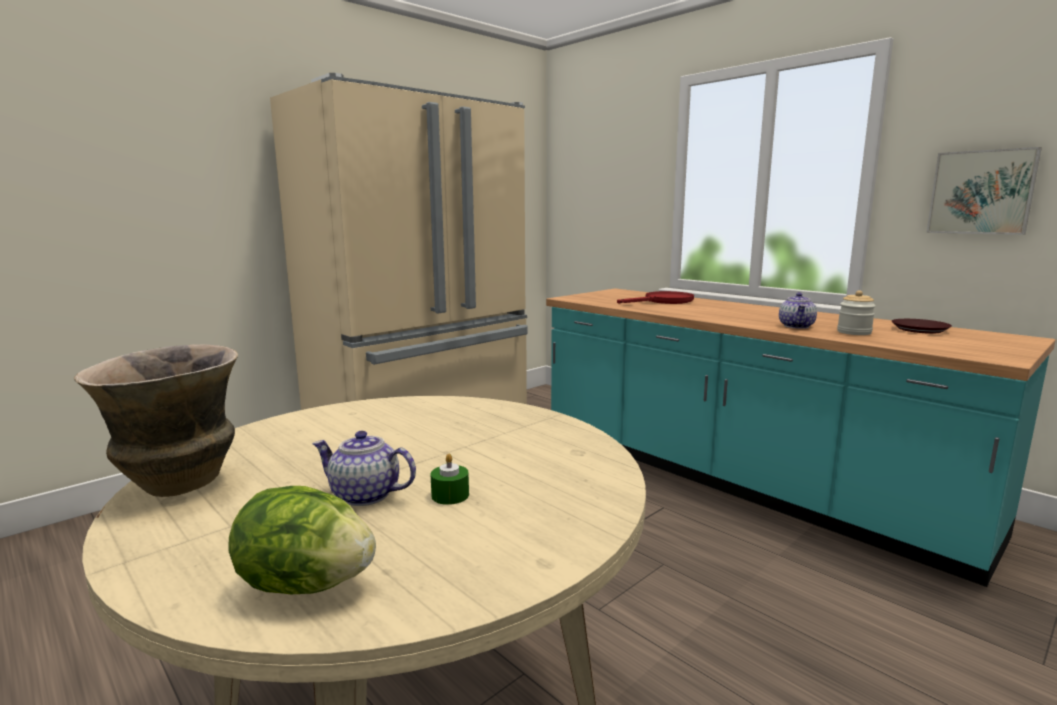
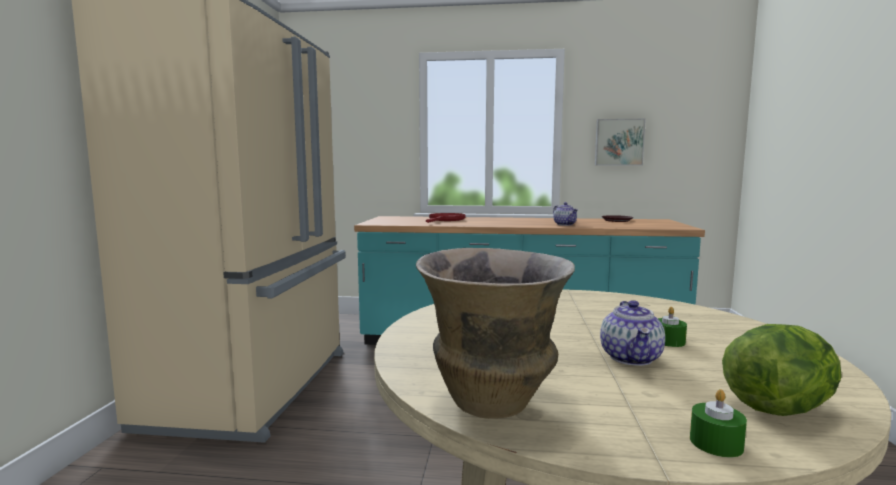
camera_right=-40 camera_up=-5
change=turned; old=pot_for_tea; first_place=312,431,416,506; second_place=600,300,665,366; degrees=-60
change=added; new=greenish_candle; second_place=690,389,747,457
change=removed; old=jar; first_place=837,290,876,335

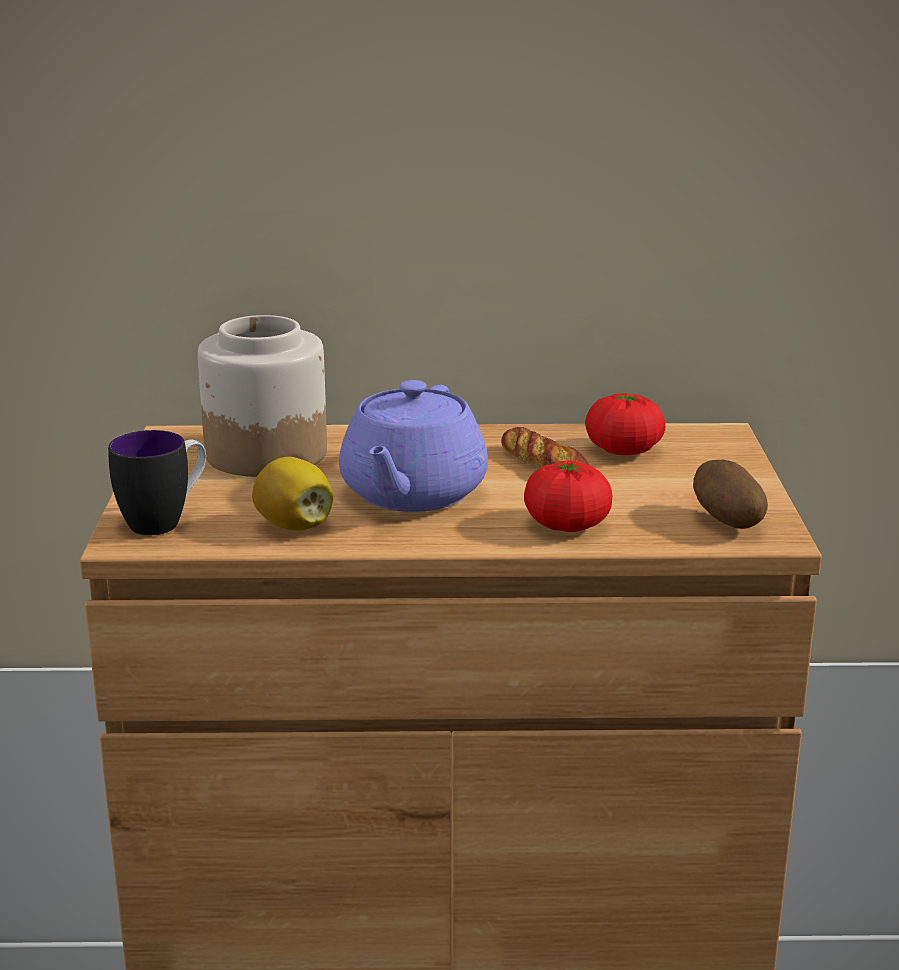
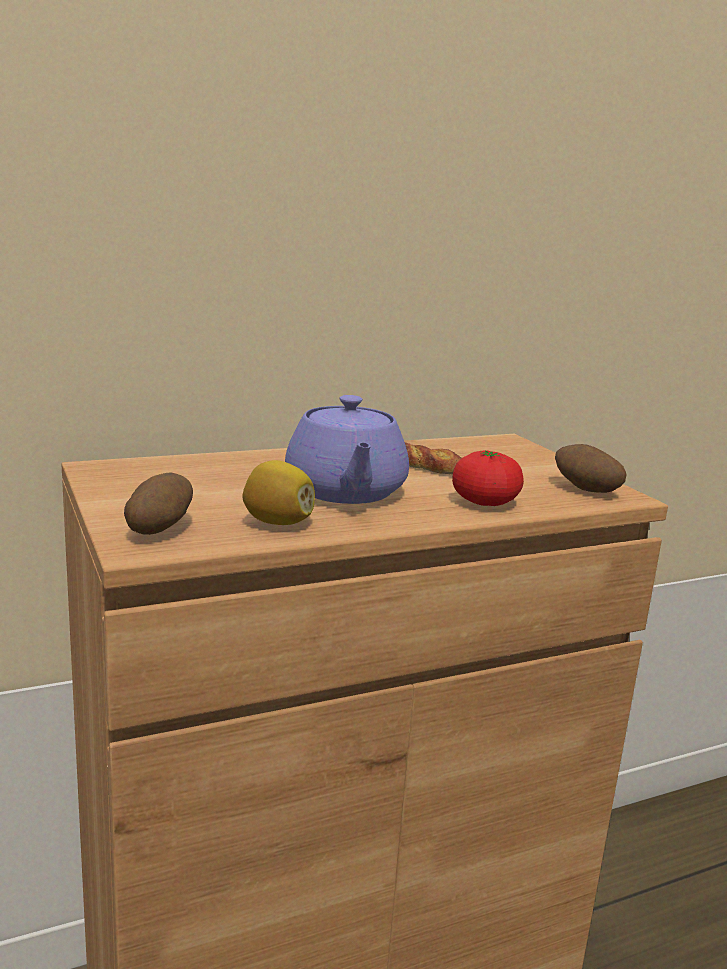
camera_right=-25 camera_up=-5
change=replaced; old=tea_mug; new=whole_potato; first_place=108,430,206,535; second_place=124,472,193,535
change=removed; old=jar; first_place=198,315,327,477
change=removed; old=tomato; first_place=585,393,666,455

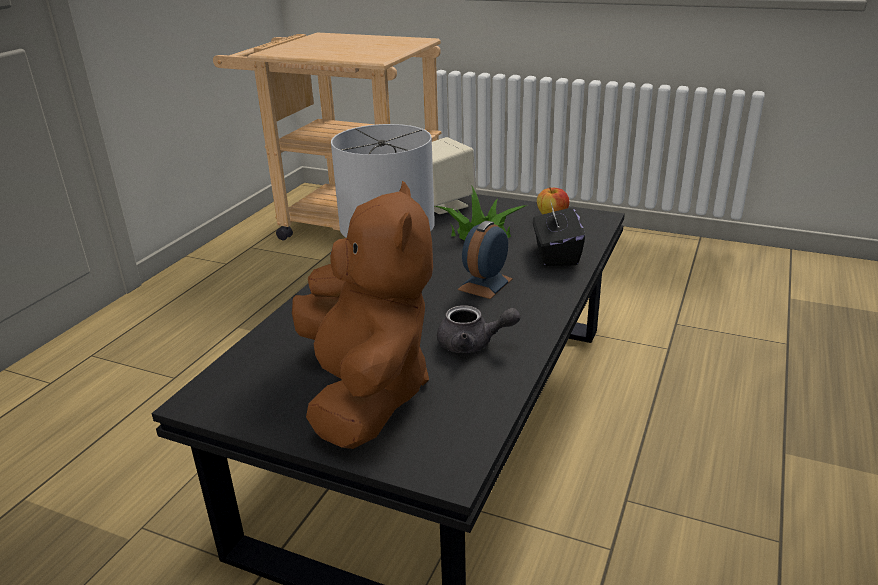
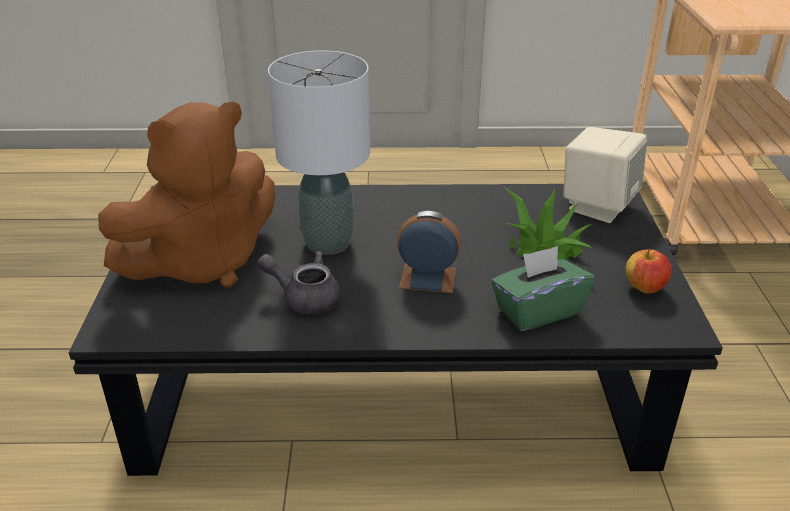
camera_right=65 camera_up=5
change=turned; old=gray_pot_for_tea; first_place=437,305,520,353; second_place=257,251,341,314; degrees=120
change=recoloured; old=blackish_tissue_box; new=greenish_tissue_box; first_place=533,200,585,266; second_place=491,246,595,331

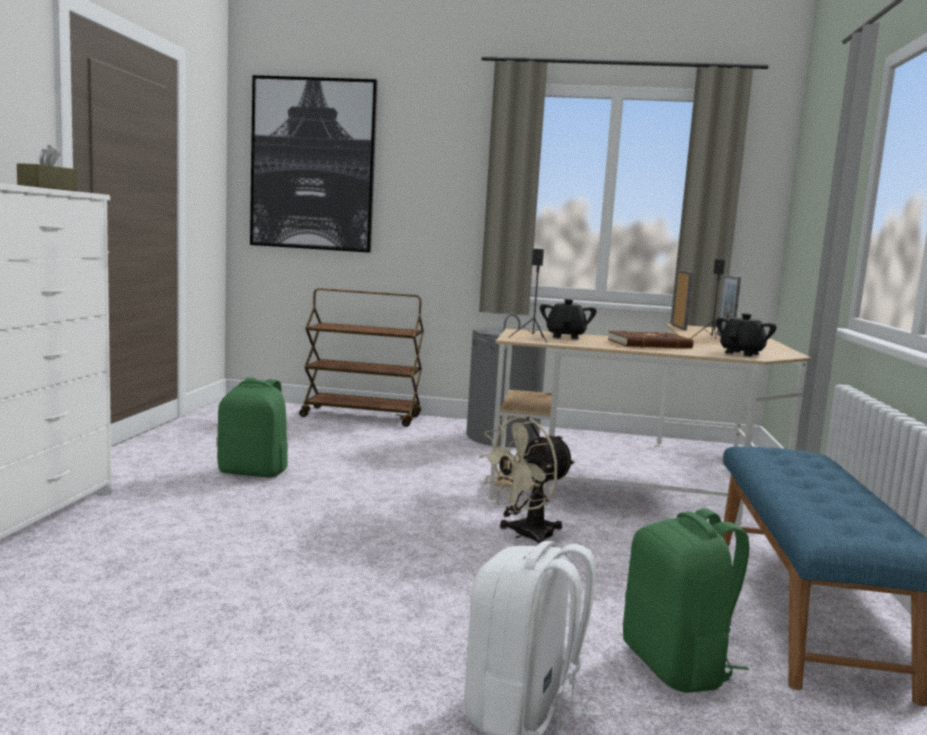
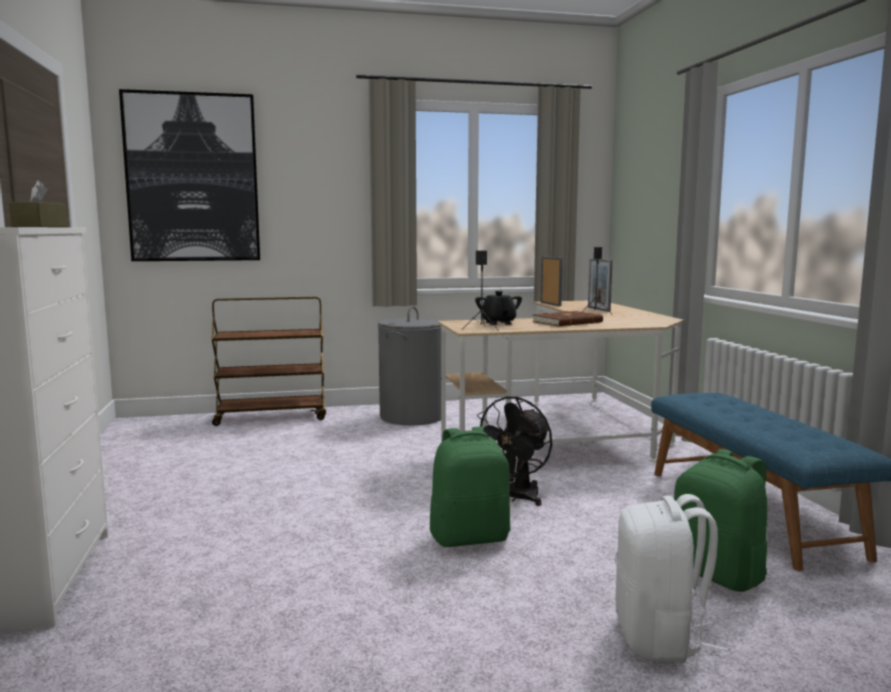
camera_right=-20 camera_up=0
change=moved; old=greenish_backpack; first_place=216,377,288,478; second_place=430,427,510,547
change=recoloured; old=beige_fan; new=blackish_fan; first_place=479,416,575,544; second_place=477,396,552,506
change=removed; old=blackish_pot_for_tea; first_place=716,313,777,356

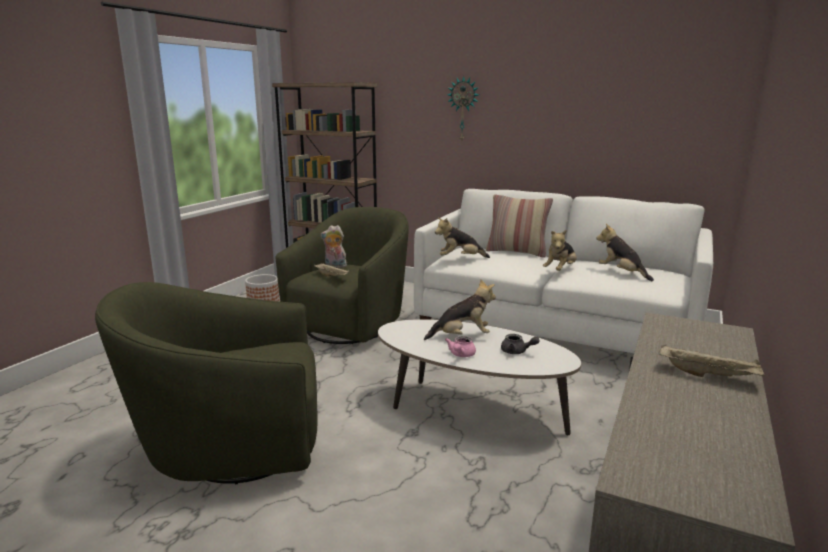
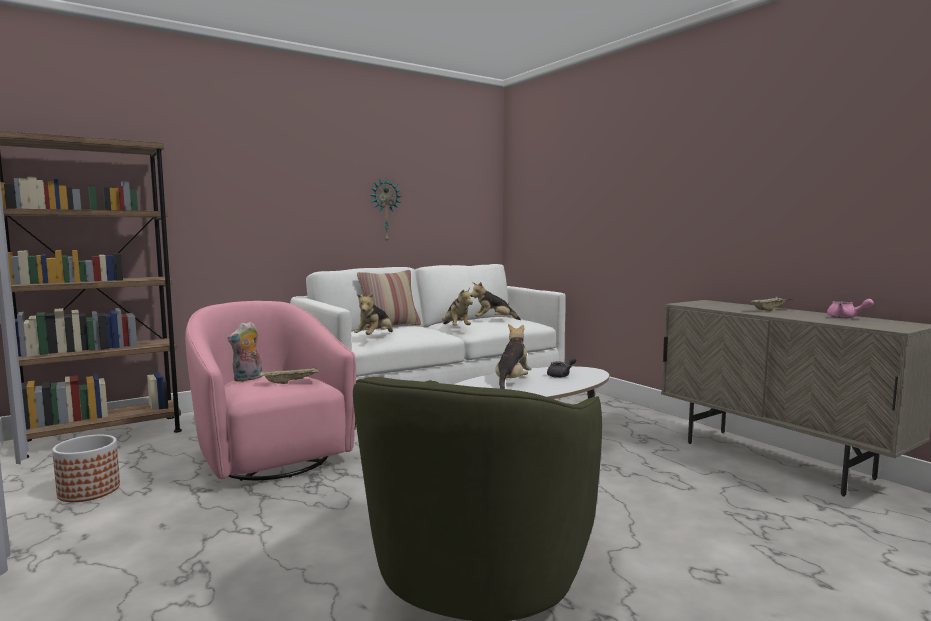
camera_right=-60 camera_up=-10
change=recoloured; old=greenish_easy_chair; new=pink-coloured_easy_chair; first_place=276,207,409,344; second_place=185,301,356,481
change=moved; old=hanging_clock; first_place=447,76,479,141; second_place=370,178,402,241
change=moved; old=pink-coloured_pot_for_tea; first_place=445,336,476,357; second_place=827,299,874,318

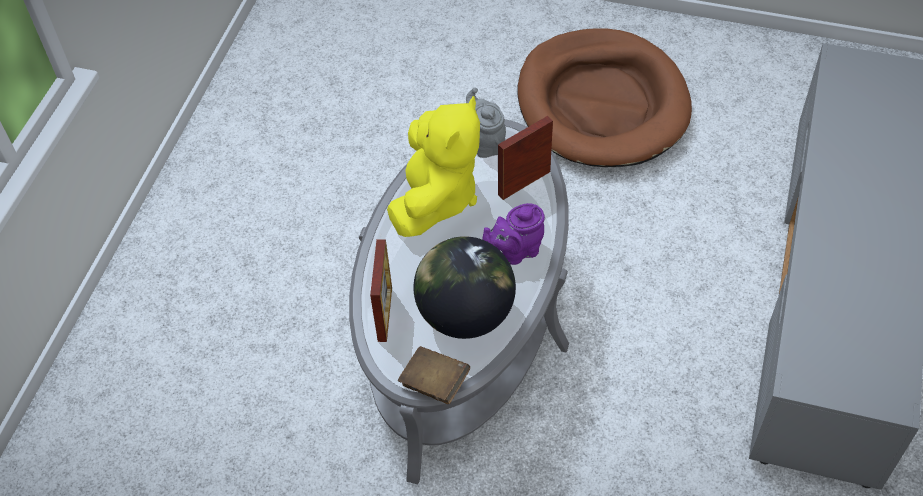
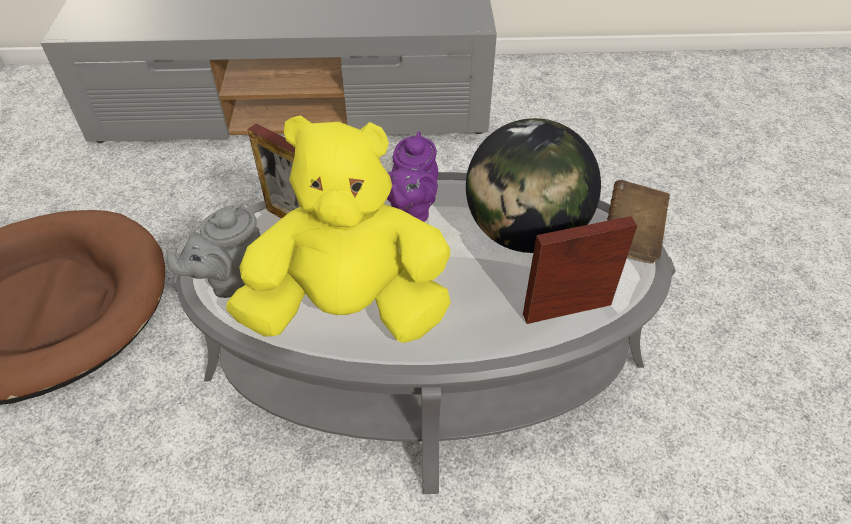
camera_right=-110 camera_up=-5
change=turned; old=purplish_pot_for_tea; first_place=482,203,545,265; second_place=387,132,438,222; degrees=60

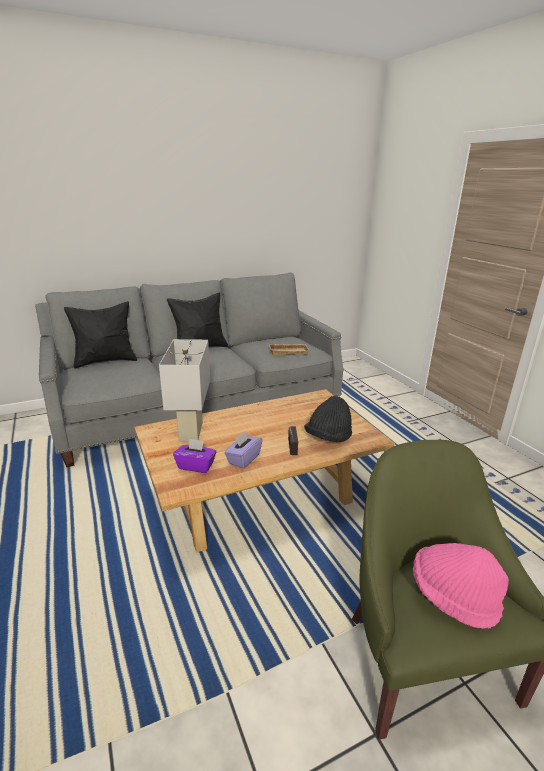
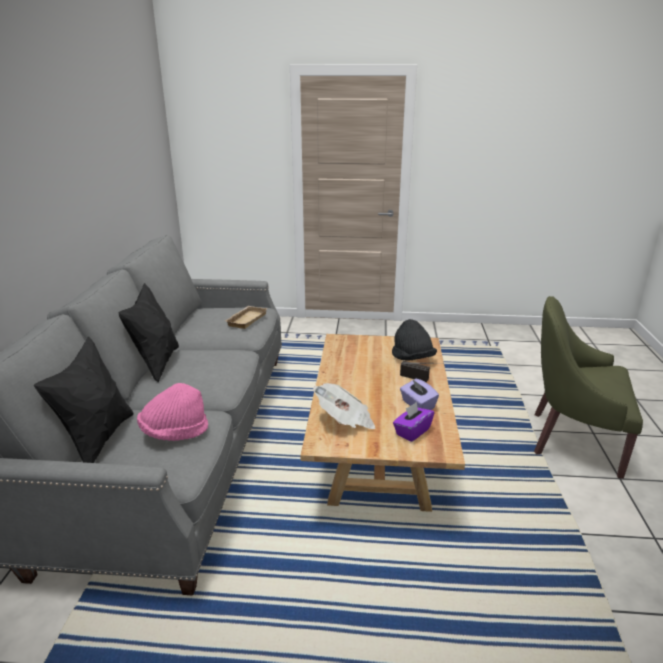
camera_right=-60 camera_up=0
change=moved; old=pink-coloured_wearable_hat; first_place=413,543,509,629; second_place=137,383,208,441
change=replaced; old=white-coloured_lamp_for_a_table; new=newspaper; first_place=159,339,210,441; second_place=313,383,375,429

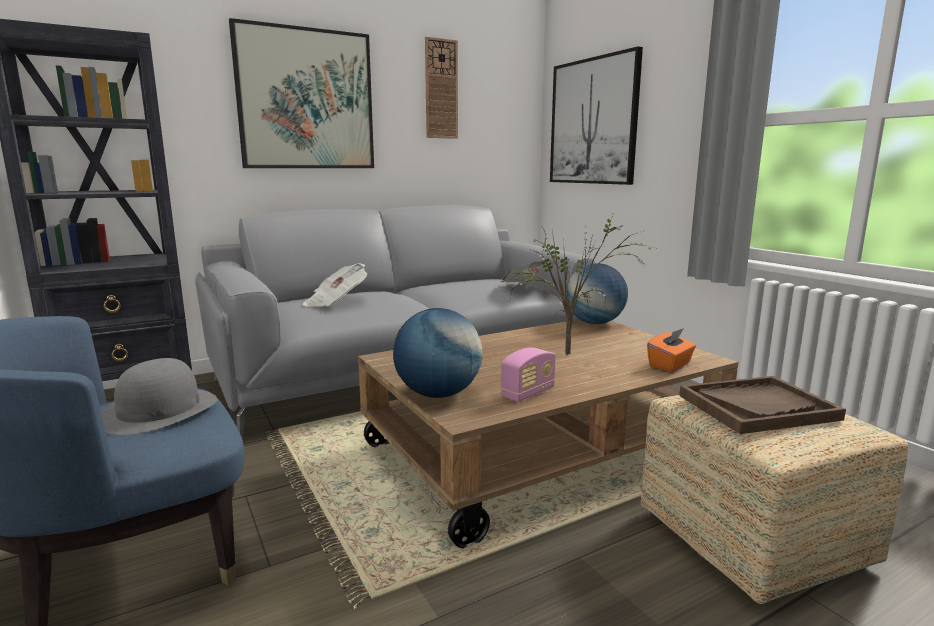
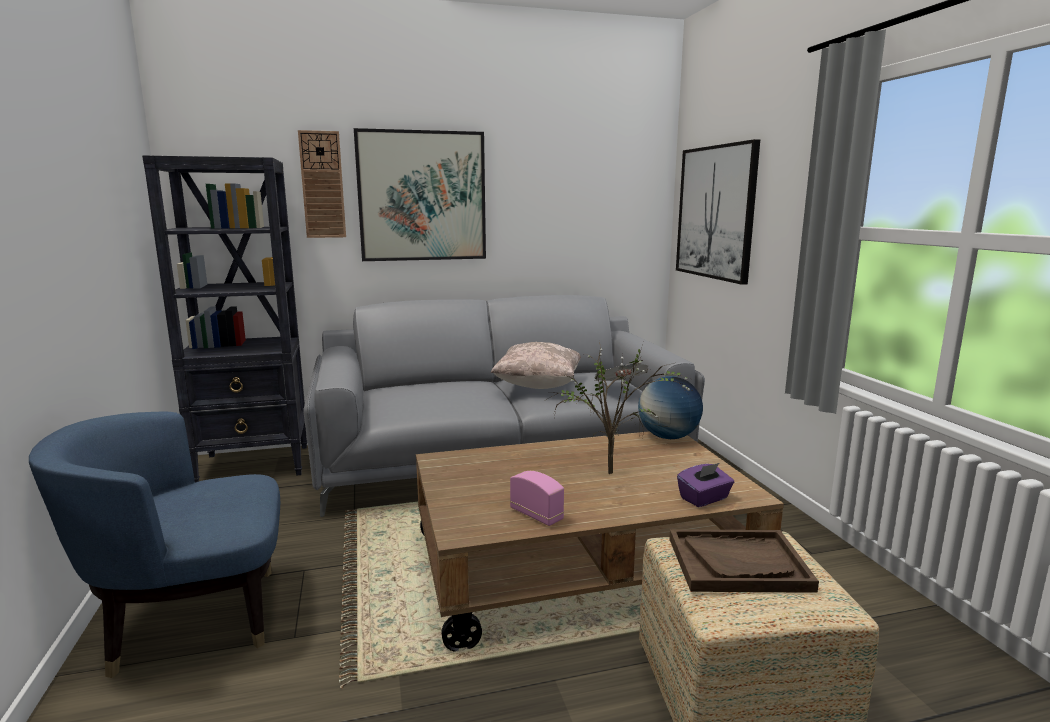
camera_right=15 camera_up=0
change=moved; old=hanging_clock; first_place=425,37,458,139; second_place=298,130,346,238
change=added; new=beige_cushion; second_place=490,342,581,389
change=turned; old=radio_set; first_place=500,348,556,402; second_place=510,471,564,526; degrees=-105
change=recoloured; old=orange-coloured_tissue_box; new=purplish_tissue_box; first_place=647,328,696,372; second_place=677,463,734,507
change=removed; old=gray_wearable_hat; first_place=101,358,217,435
change=removed; old=newspaper; first_place=303,263,367,307
change=removed; old=globe; first_place=393,308,483,398

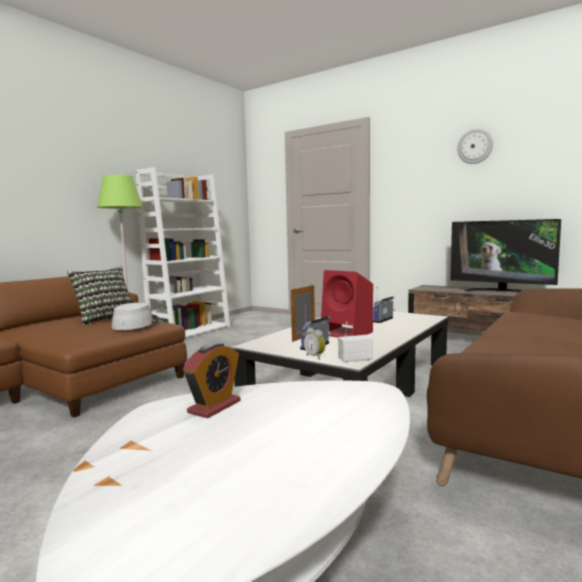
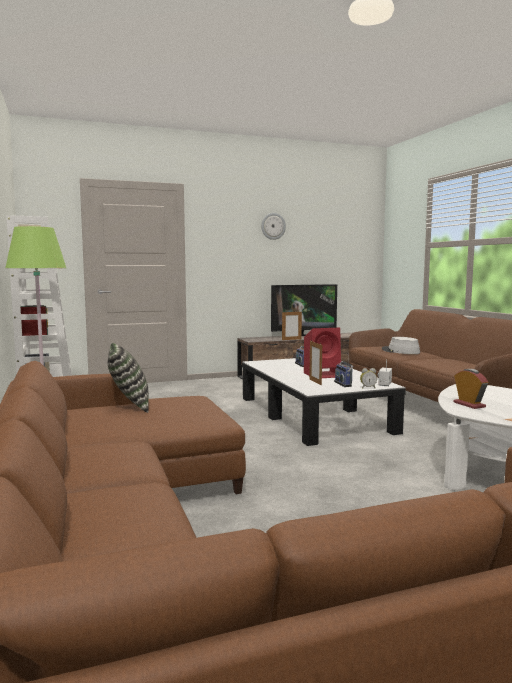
camera_right=-55 camera_up=0
change=added; new=photo_frame; second_place=282,311,302,340
change=moved; old=gray_wearable_hat; first_place=112,302,159,330; second_place=382,337,420,354

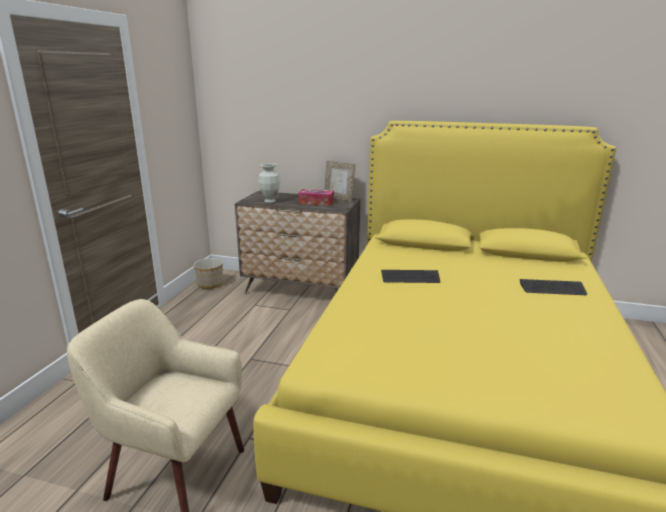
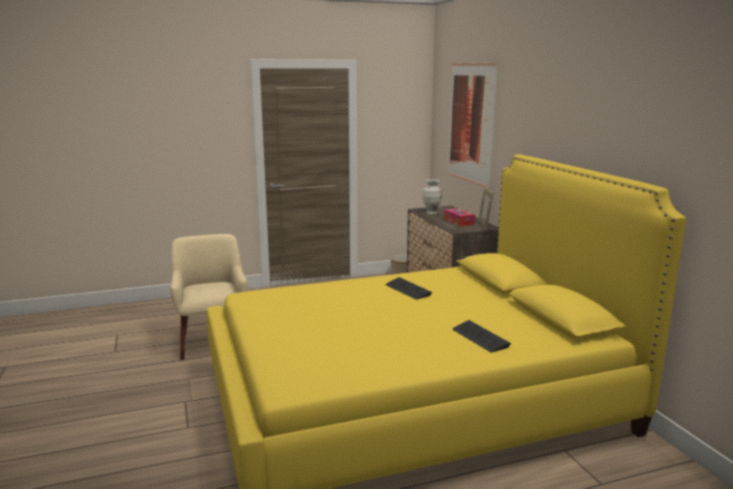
camera_right=55 camera_up=-5
change=added; new=picture; second_place=448,62,498,189

